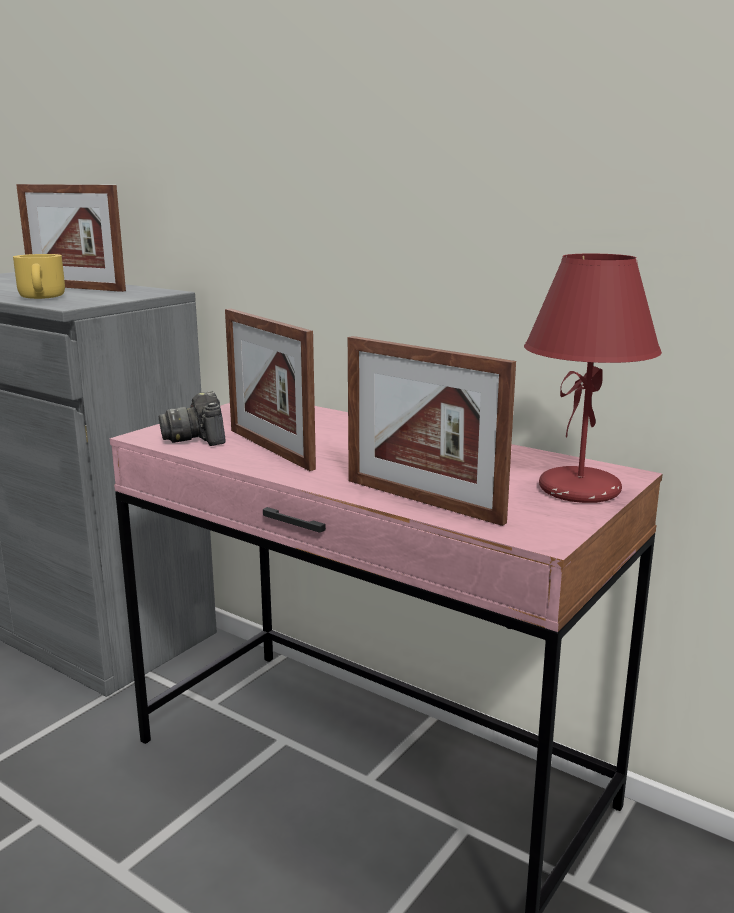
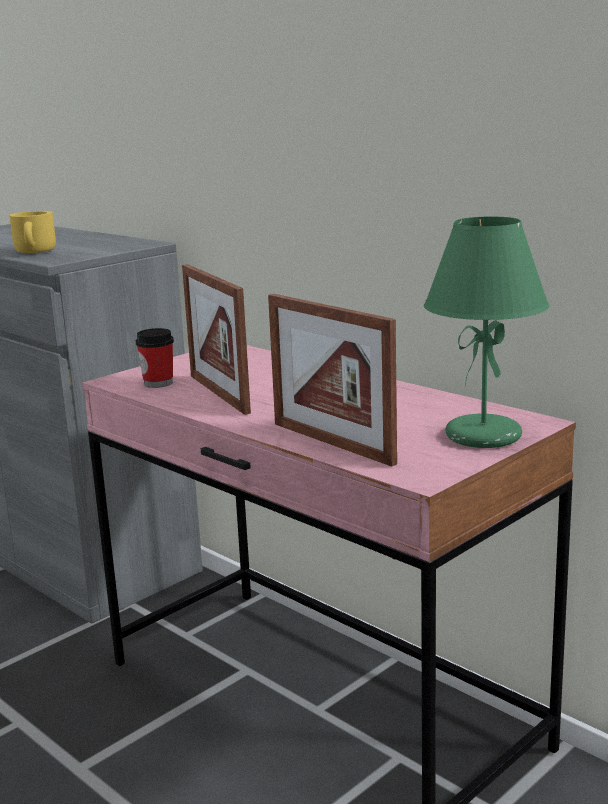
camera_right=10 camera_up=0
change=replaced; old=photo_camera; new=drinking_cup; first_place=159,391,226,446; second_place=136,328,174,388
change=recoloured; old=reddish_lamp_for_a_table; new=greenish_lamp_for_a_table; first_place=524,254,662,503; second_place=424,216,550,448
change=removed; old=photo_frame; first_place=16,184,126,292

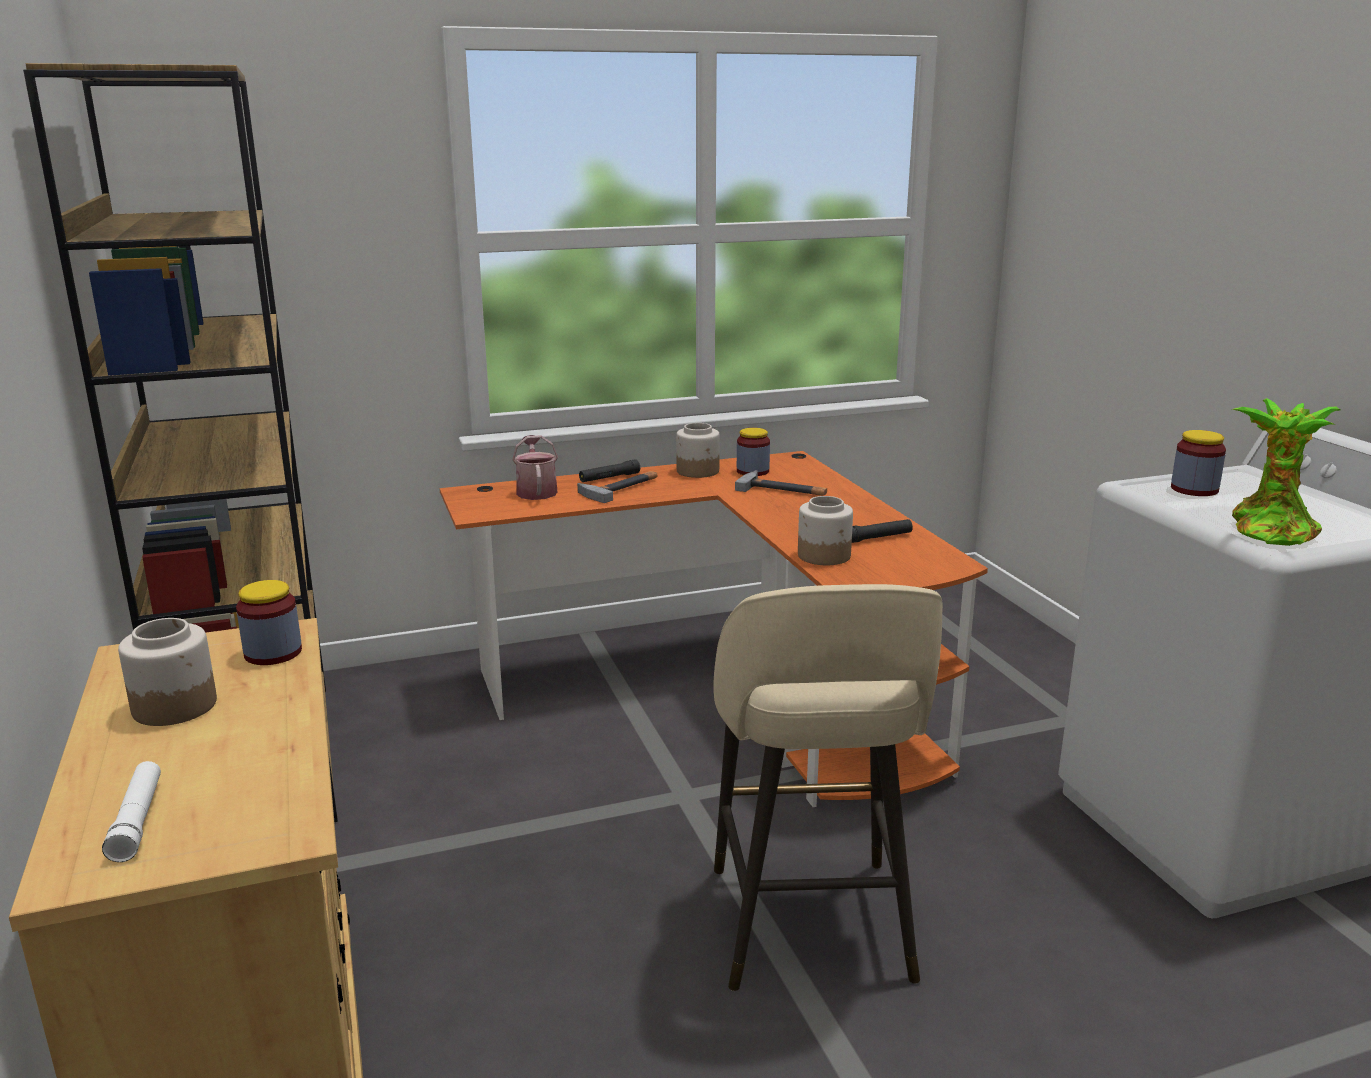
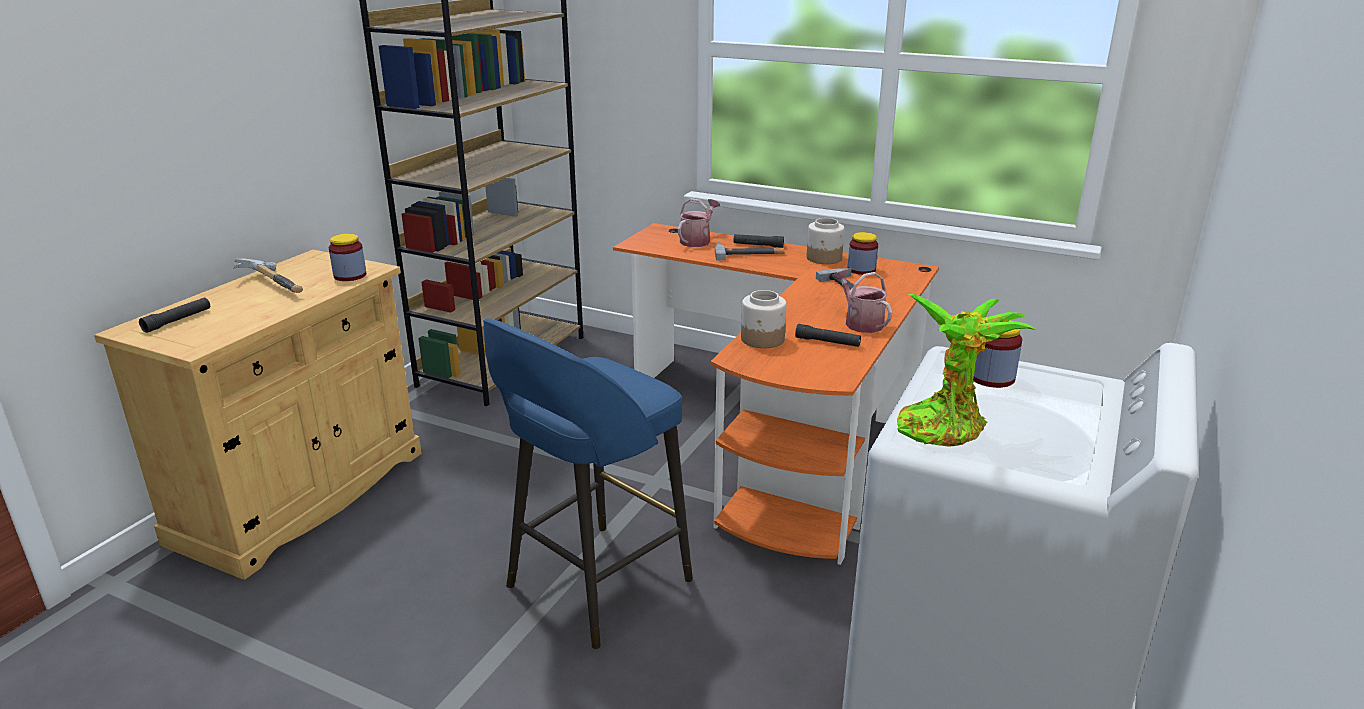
camera_right=45 camera_up=5
change=recoloured; old=white-coloured_torch; new=blackish_torch; first_place=102,761,161,862; second_place=139,298,210,333
change=replaced; old=jar; new=tool_hammer; first_place=118,618,217,726; second_place=233,259,303,293
change=recoloured; old=beige_sitting_stool; new=blue_sitting_stool; first_place=713,584,943,991; second_place=483,318,693,649
change=added; new=sprinkling_can; second_place=833,270,892,333

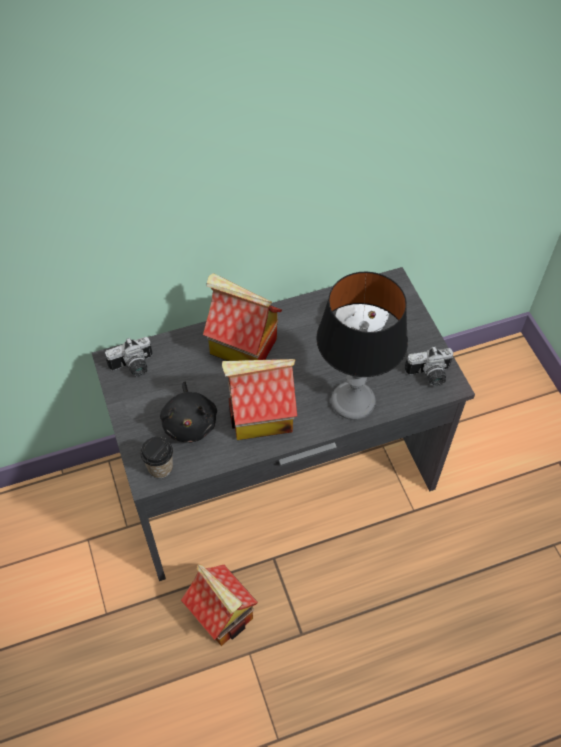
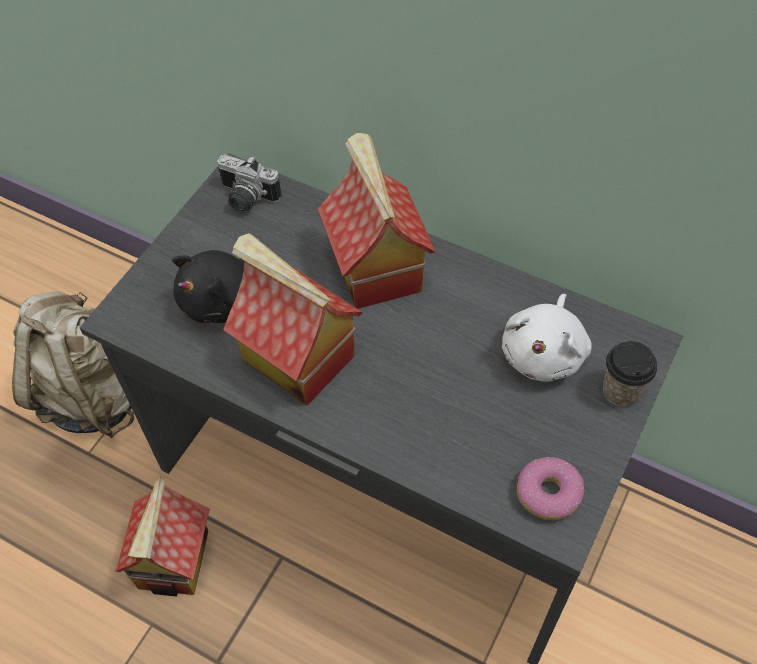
camera_right=50 camera_up=0
change=added; new=beige_backpack; second_place=12,291,134,438
change=replaced; old=photo_camera; new=ring_doughnut; first_place=405,346,453,386; second_place=517,457,584,521
change=moved; old=drinking_cup; first_place=140,437,173,478; second_place=603,341,657,407
change=removed; old=lamp_for_a_table; first_place=316,272,408,420

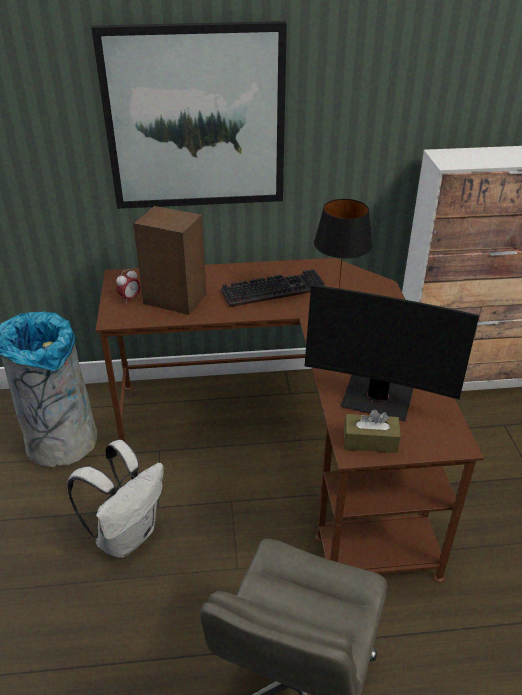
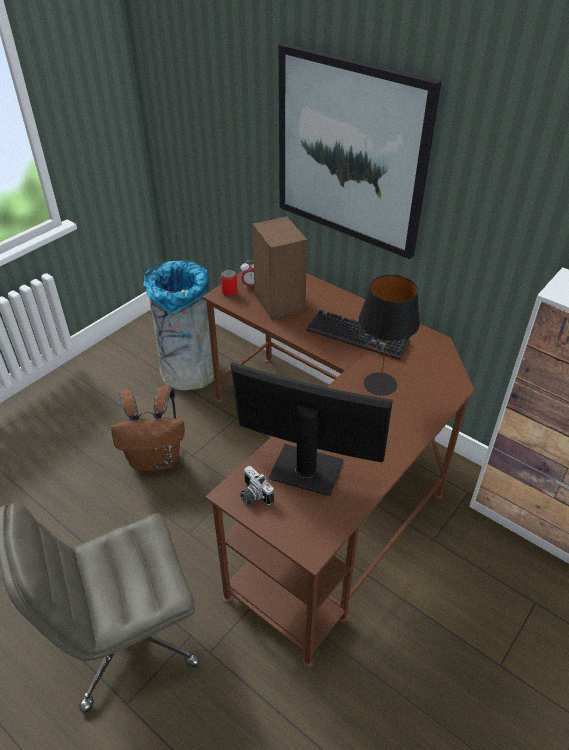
camera_right=45 camera_up=5
change=recoloured; old=white-coloured_backpack; new=brown_backpack; first_place=68,440,164,558; second_place=111,385,185,471
change=added; new=sealed_can; second_place=221,269,237,297
change=turned; old=monitor; first_place=305,285,479,421; second_place=230,362,393,496; degrees=135
change=replaced; old=brown_tissue_box; new=photo_camera; first_place=344,410,401,453; second_place=240,466,274,505

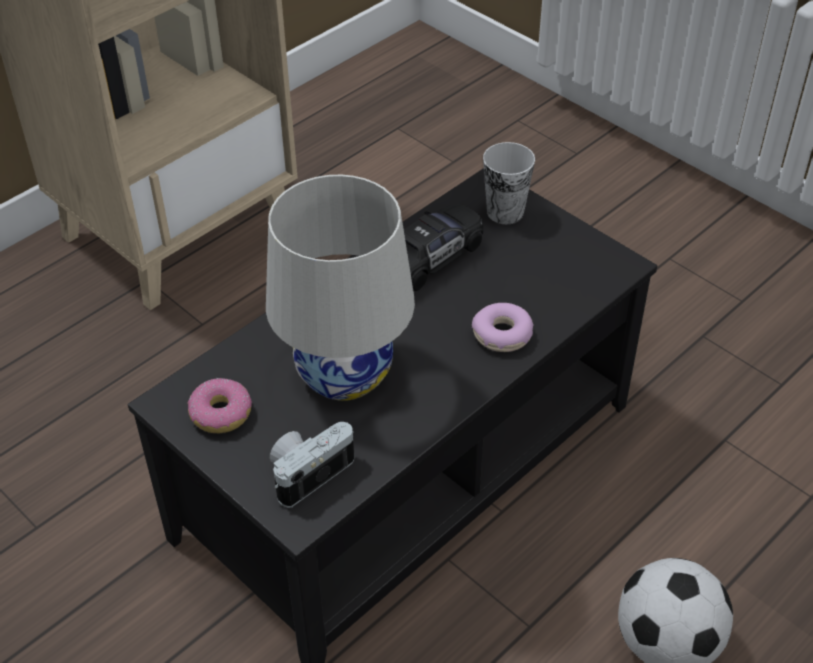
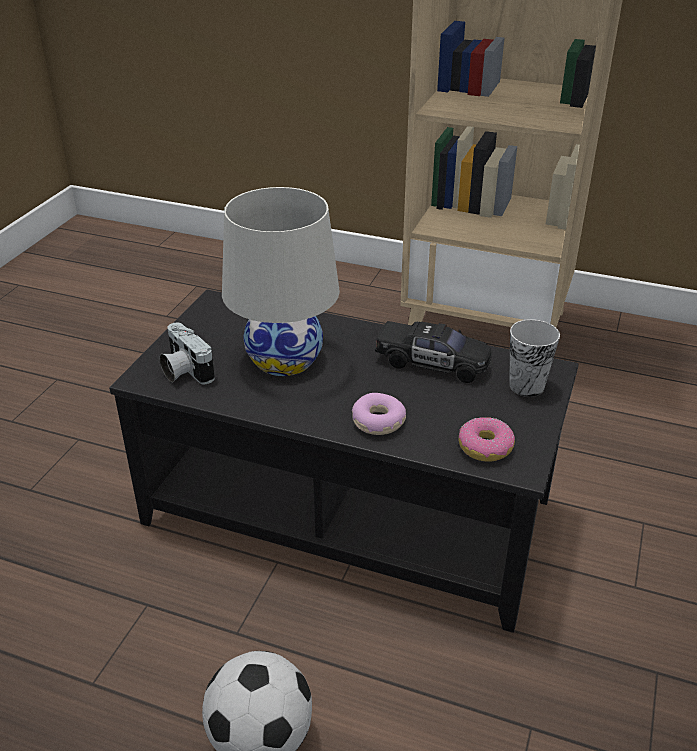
camera_right=65 camera_up=-10
change=turned; old=photo_camera; first_place=270,422,354,508; second_place=160,323,215,384; degrees=-150
change=moved; old=ring_doughnut; first_place=188,378,252,433; second_place=459,417,515,462

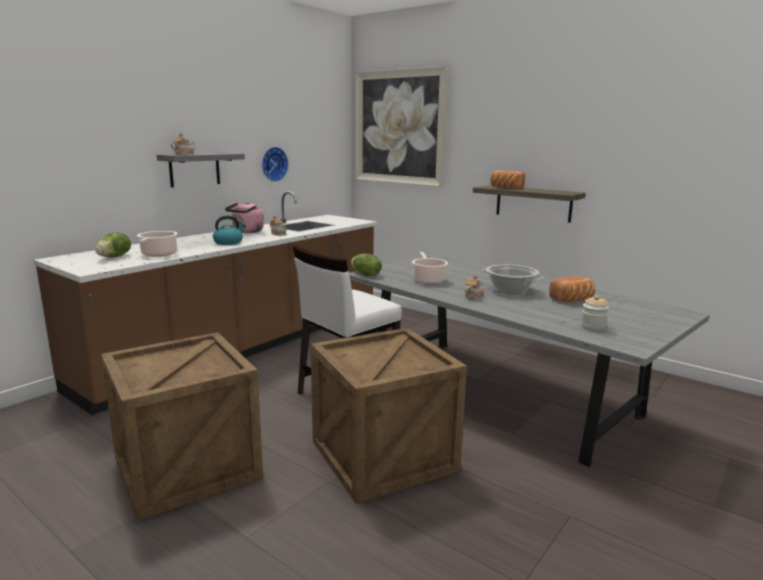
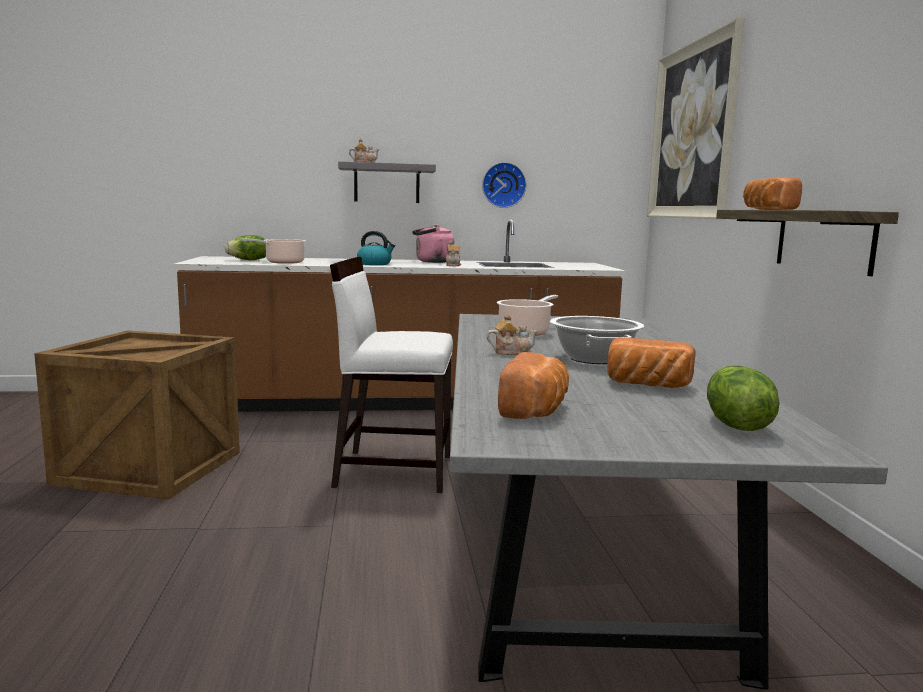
camera_right=45 camera_up=-5
change=replaced; old=jar; new=bread; first_place=581,295,609,331; second_place=498,352,569,419
change=moved; old=head_of_lettuce; first_place=351,253,382,276; second_place=707,365,780,431
change=removed; old=crate; first_place=310,328,467,503

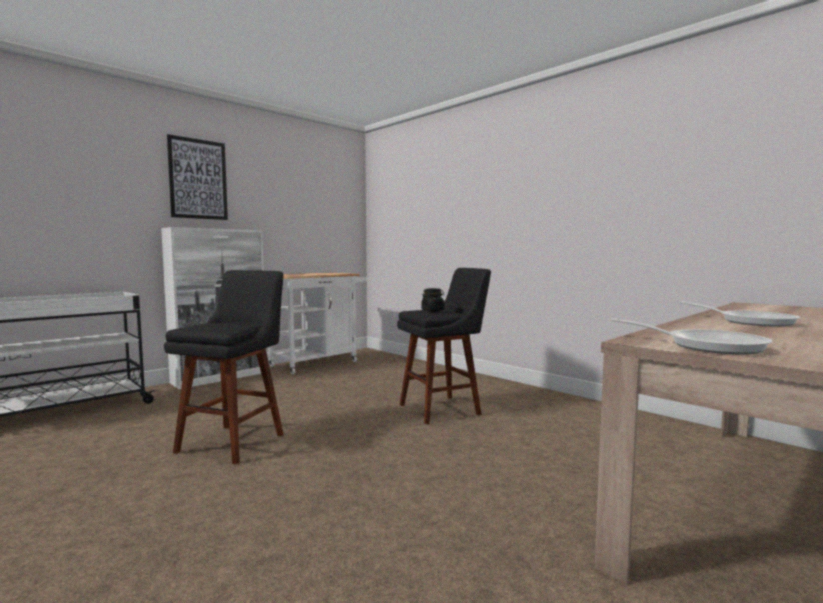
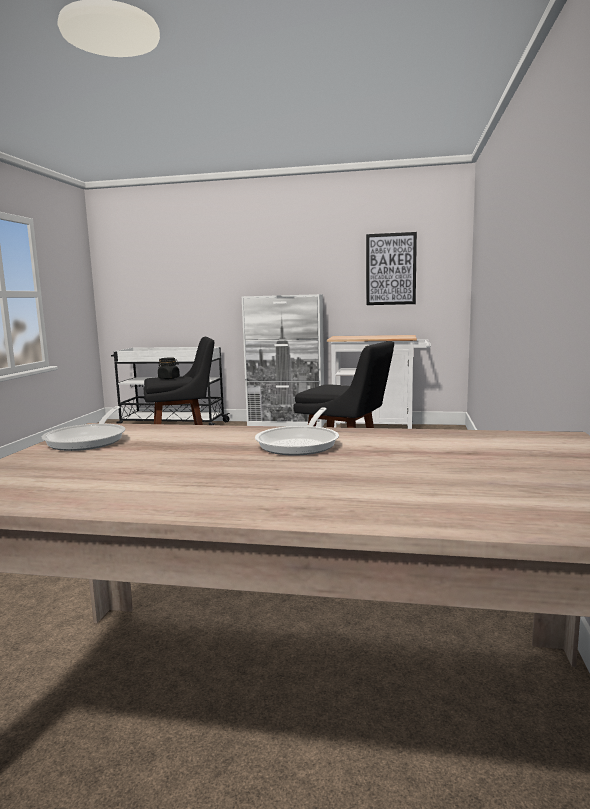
camera_right=55 camera_up=5
change=moved; old=blackish_jar; first_place=421,288,445,312; second_place=158,357,180,379
change=moved; old=picture; first_place=167,134,228,220; second_place=366,232,417,305

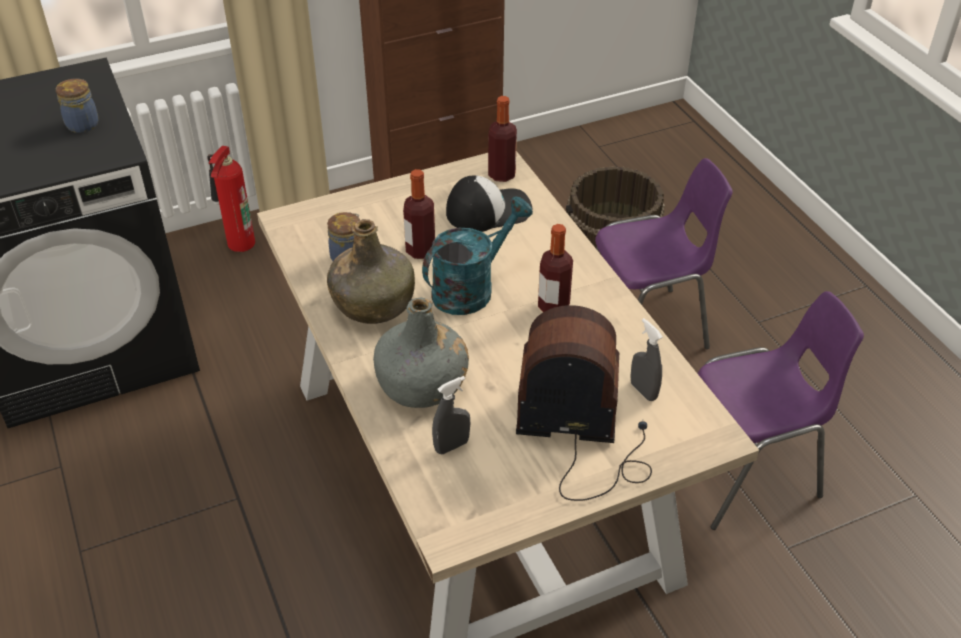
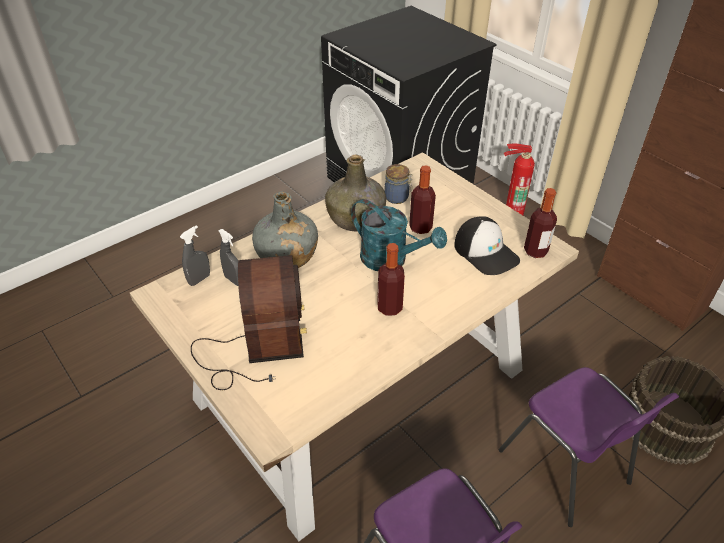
camera_right=75 camera_up=0
change=moved; old=gray_sprayer; first_place=630,318,663,401; second_place=180,225,210,286
change=removed; old=jar; first_place=56,79,99,133

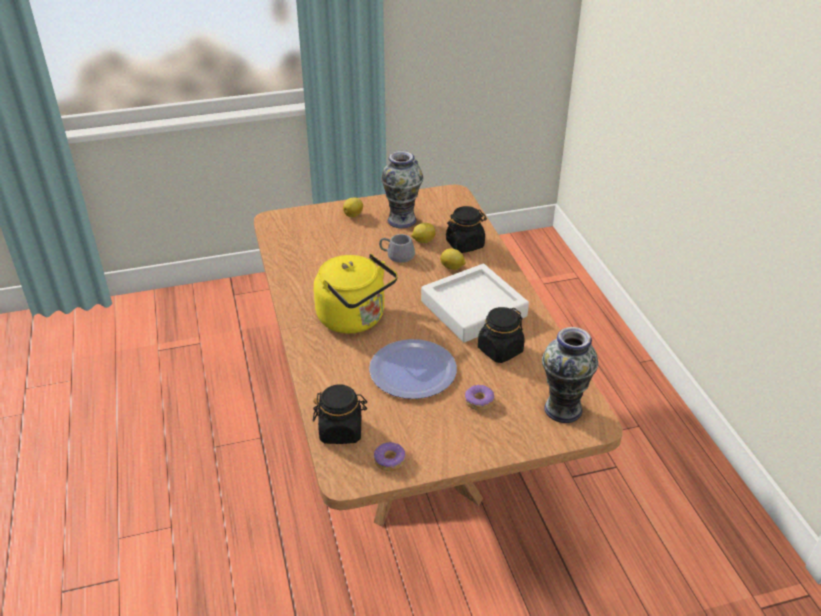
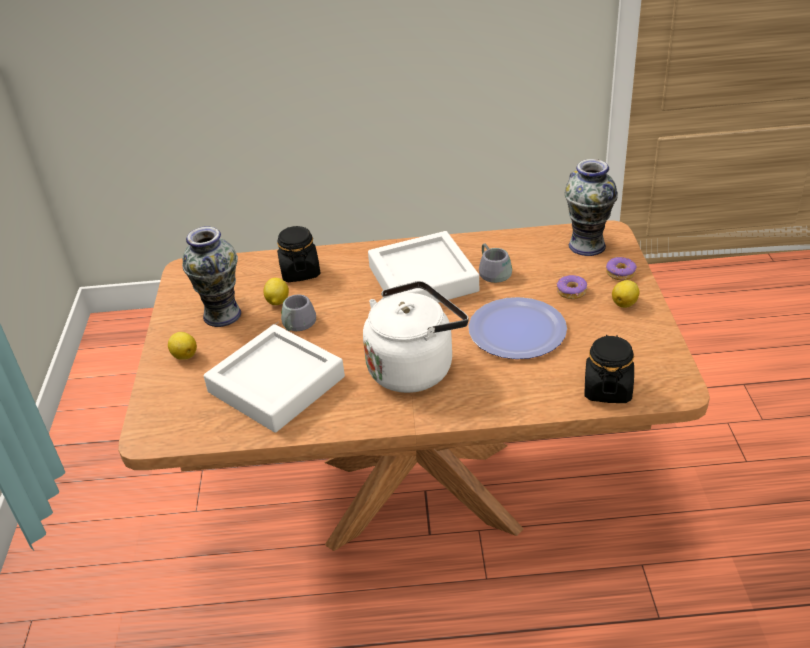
camera_right=-75 camera_up=0
change=added; new=white-coloured_serving_tray; second_place=204,324,345,433
change=recoloured; old=yellow-coloured_tea_kettle; new=white-coloured_tea_kettle; first_place=314,254,398,334; second_place=363,281,469,393
change=replaced; old=blackish_jar; new=gray_tea_mug; first_place=478,307,525,363; second_place=479,243,512,283
change=moved; old=ring_doughnut; first_place=374,442,405,471; second_place=606,257,637,280
change=moved; old=whole_lemon; first_place=440,248,466,270; second_place=612,280,640,308

